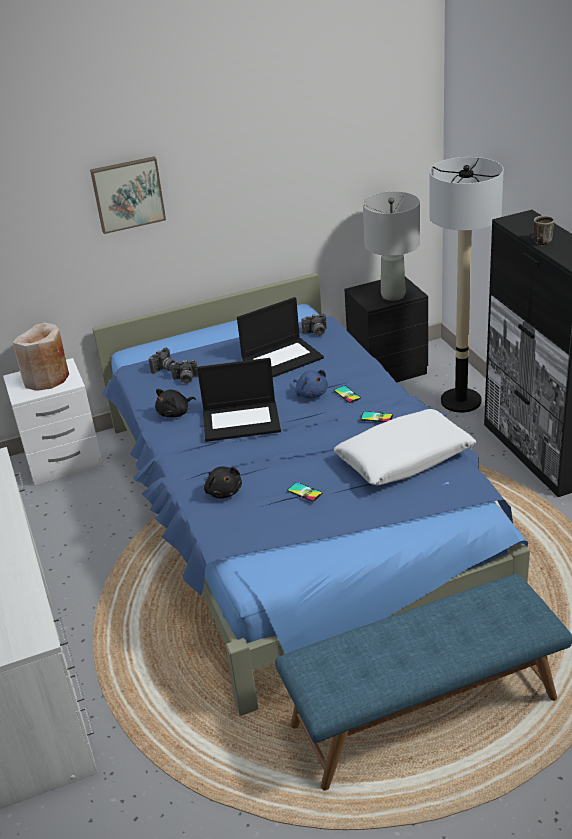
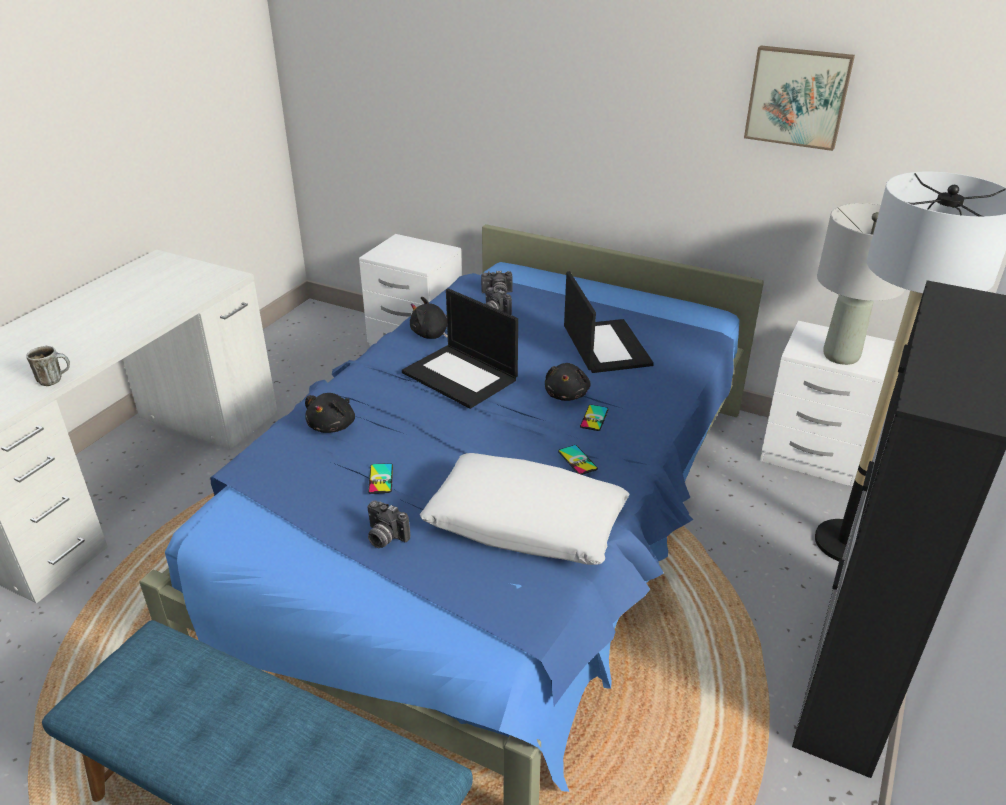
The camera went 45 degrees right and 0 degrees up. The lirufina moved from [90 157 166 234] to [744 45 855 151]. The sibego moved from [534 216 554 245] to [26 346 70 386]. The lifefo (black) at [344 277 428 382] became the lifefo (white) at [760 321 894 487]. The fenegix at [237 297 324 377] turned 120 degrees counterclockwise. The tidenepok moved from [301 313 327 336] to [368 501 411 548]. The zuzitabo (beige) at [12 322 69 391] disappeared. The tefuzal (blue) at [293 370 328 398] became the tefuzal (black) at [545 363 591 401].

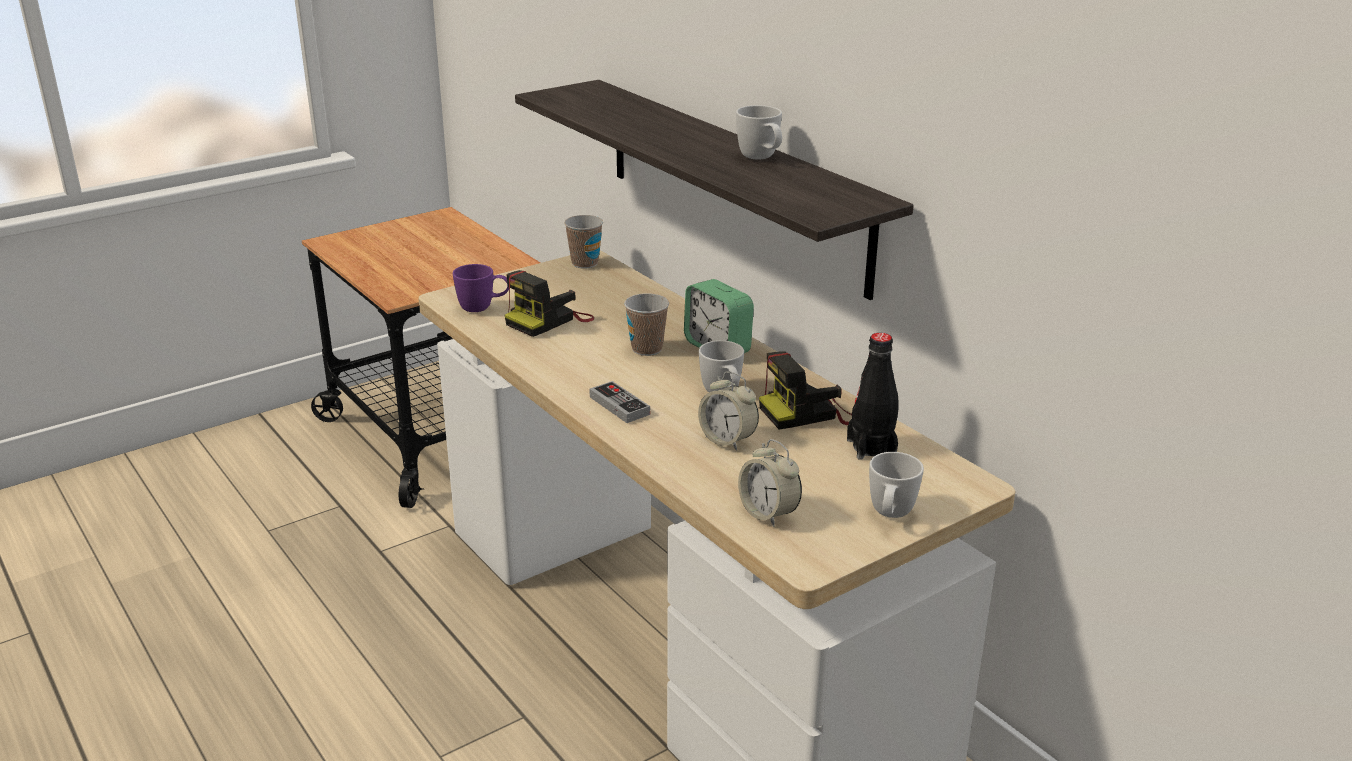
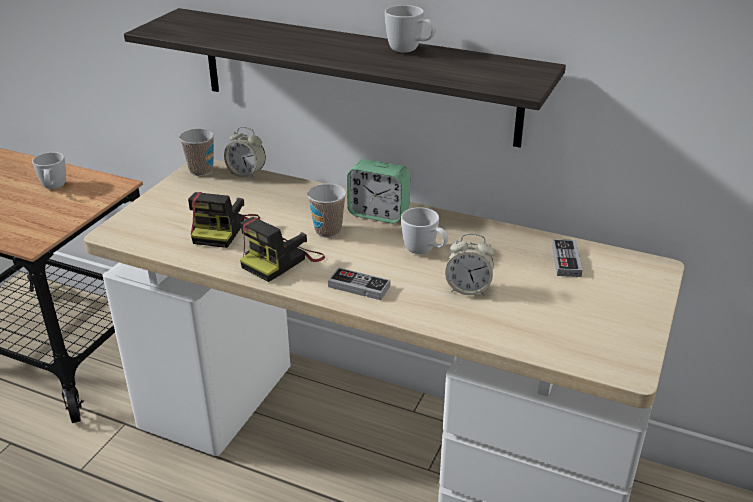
The camera went 30 degrees left and 5 degrees up. The sibego (purple) at [453 264 509 312] disappeared. The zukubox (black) at [847 333 899 460] was replaced by the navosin at [552 239 583 277]. The tidenepok moved from [759 351 852 430] to [240 217 325 282]. The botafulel moved from [738 439 802 527] to [224 127 266 179]. The sibego (white) moved from [869 452 924 518] to [32 152 66 189].

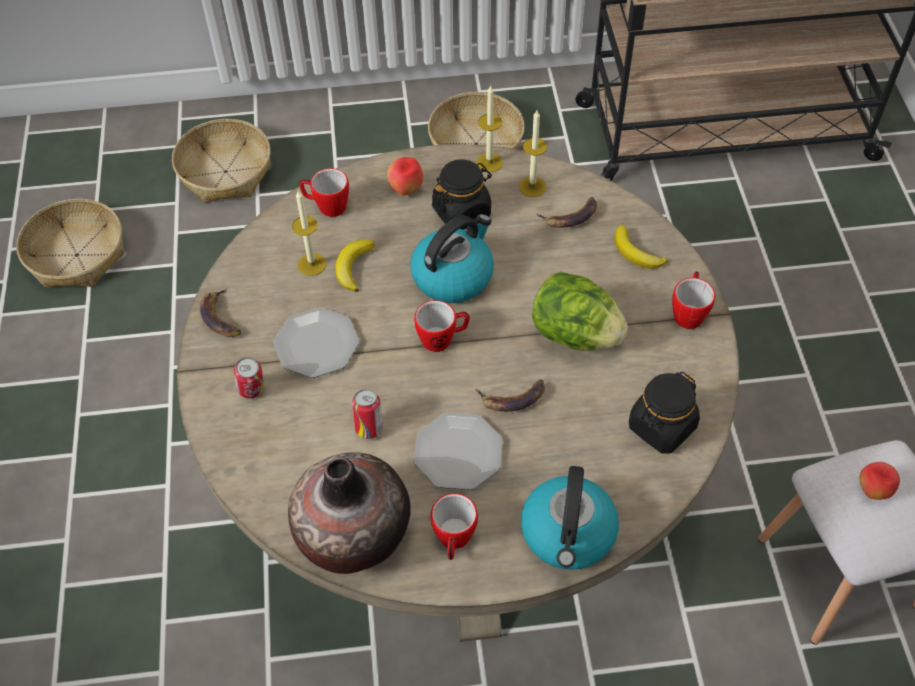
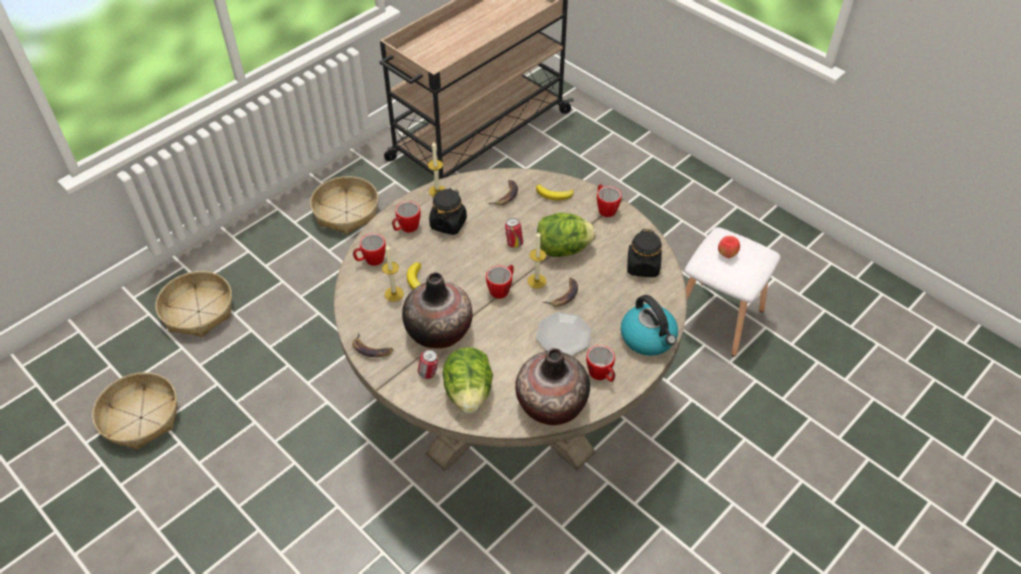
The camera went 40 degrees left and 5 degrees down. The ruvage moved from [519 111 547 197] to [527 232 546 289]. The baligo at [387 157 423 196] was replaced by the sibego at [392 201 421 233]. The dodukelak at [410 214 494 303] disappeared. The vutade at [273 307 359 378] was replaced by the zuzitabo at [402 273 472 349]. The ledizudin moved from [352 389 382 439] to [505 218 523 248]. The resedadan at [443 347 493 414] appeared.

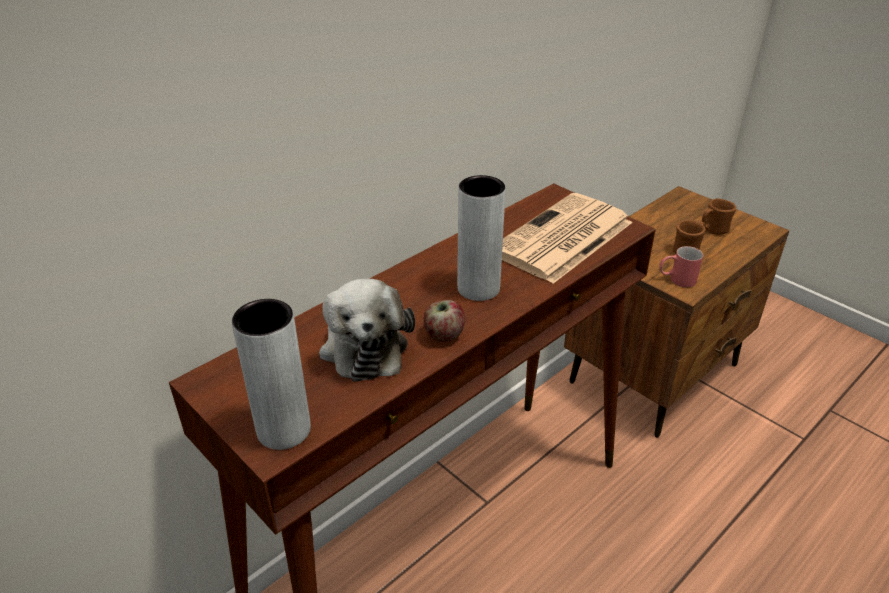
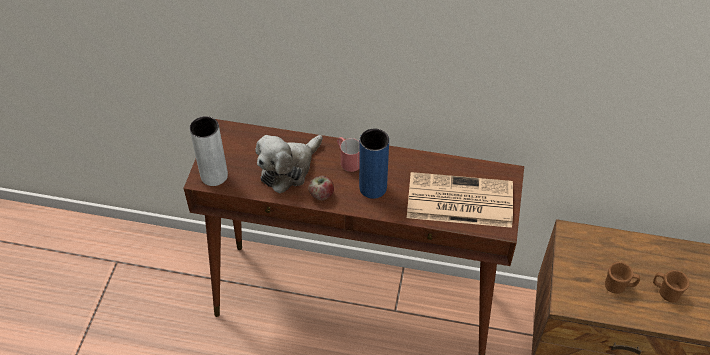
The camera went 55 degrees right and 15 degrees up. The zuzitabo (grey) at [457 175 506 301] became the zuzitabo (blue) at [359 129 389 199]. The sibego (red) moved from [660 246 703 287] to [337 137 360 172].

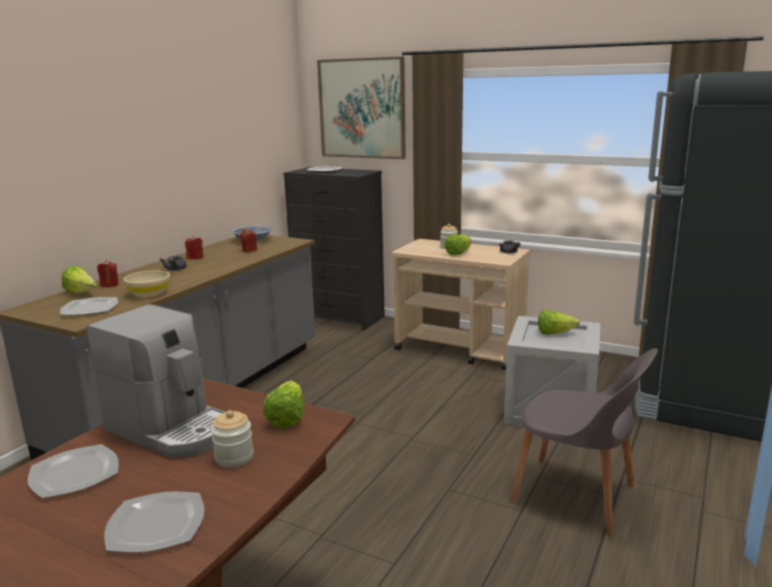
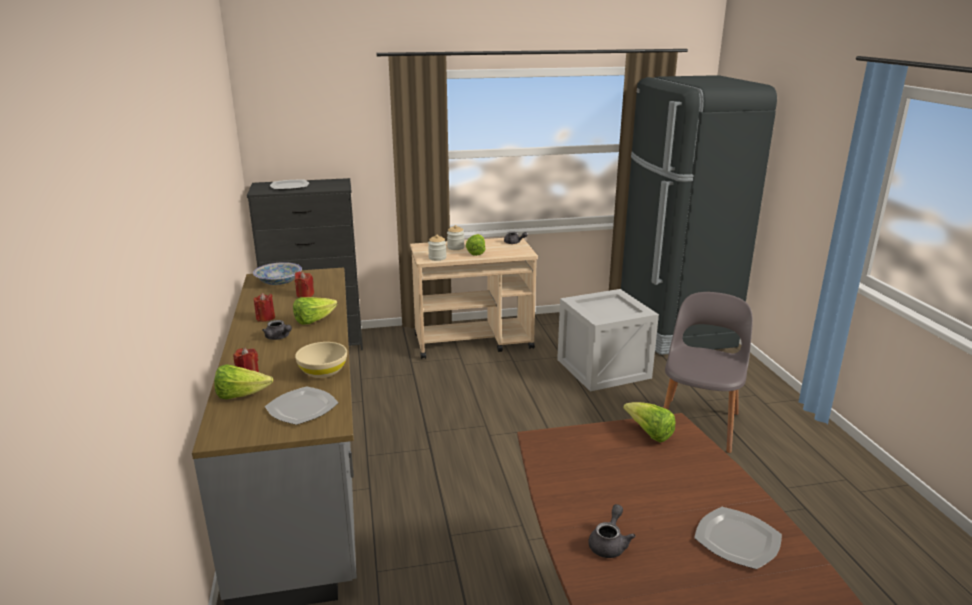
The camera went 40 degrees left and 5 degrees up. The lirufina at [317 57 406 159] disappeared. The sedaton at [87 304 225 458] disappeared. The resedadan moved from [538 310 580 335] to [293 297 338 325]. The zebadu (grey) at [510 348 658 535] turned 60 degrees counterclockwise. The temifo moved from [211 410 254 467] to [428 235 446 261]. The vutade at [28 444 119 498] was replaced by the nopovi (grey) at [589 504 636 558].

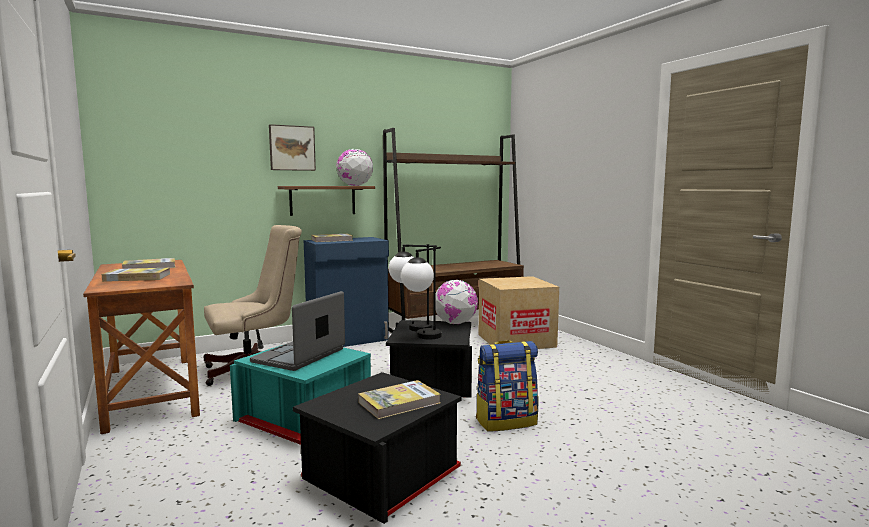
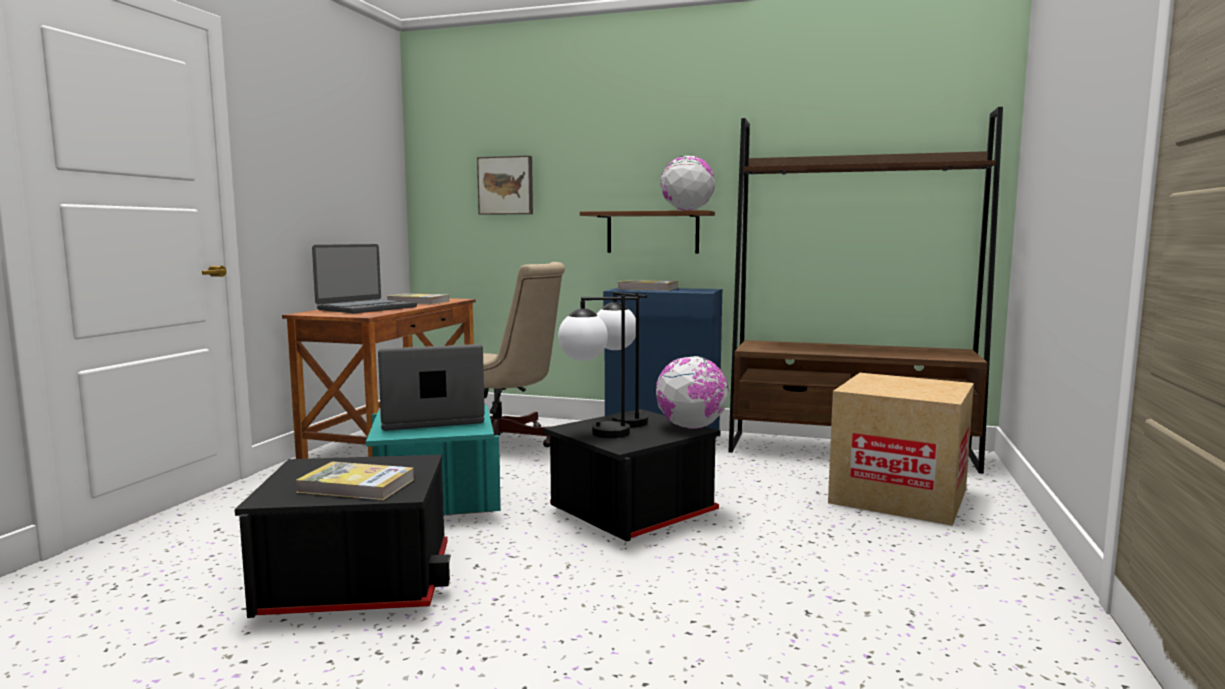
The camera went 45 degrees right and 0 degrees up. The lirufina moved from [269 124 316 171] to [477 156 533 215]. The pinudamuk at [102 268 170 282] was replaced by the fenegix at [312 244 417 313]. The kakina at [476 340 539 432] disappeared.

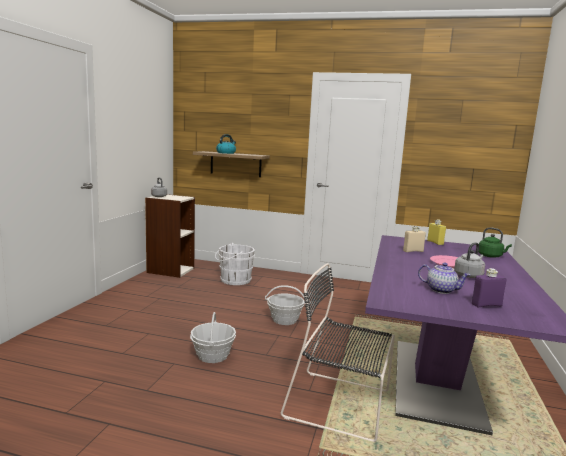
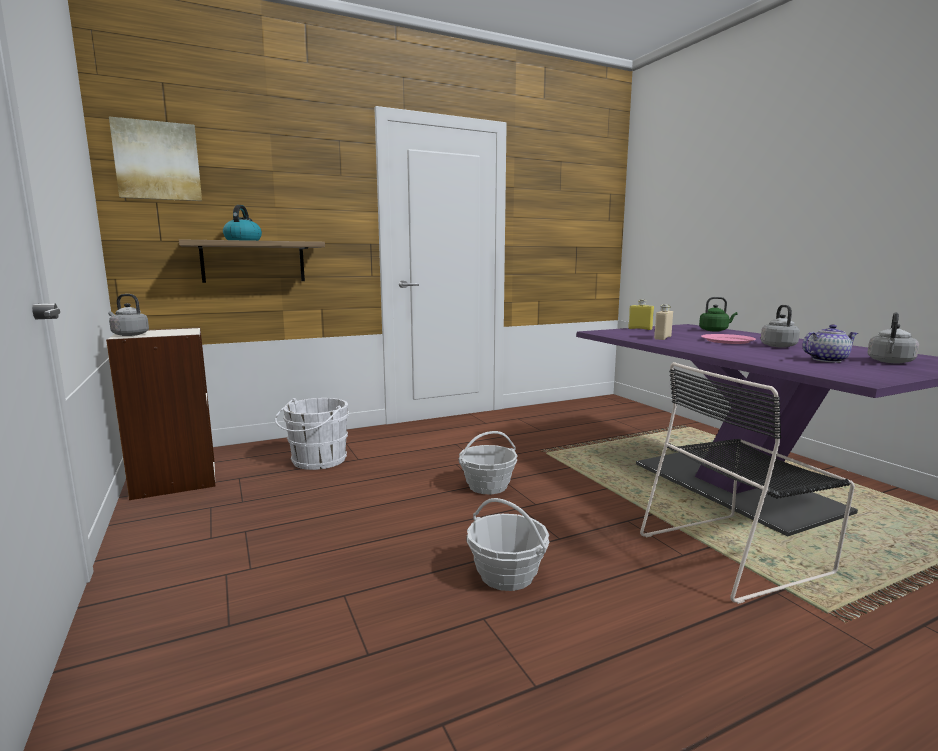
The camera went 40 degrees left and 0 degrees up. The zukubox (purple) at [472 268 506 308] was replaced by the dodukelak (grey) at [867 312 919 363]. The lirufina at [109 117 202 201] appeared.

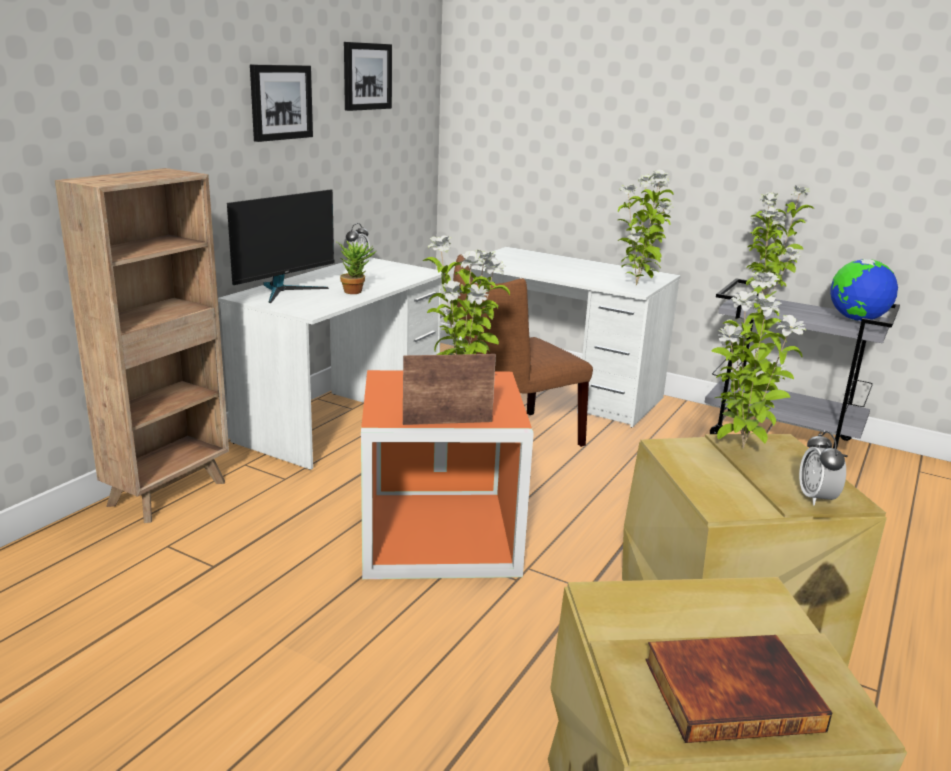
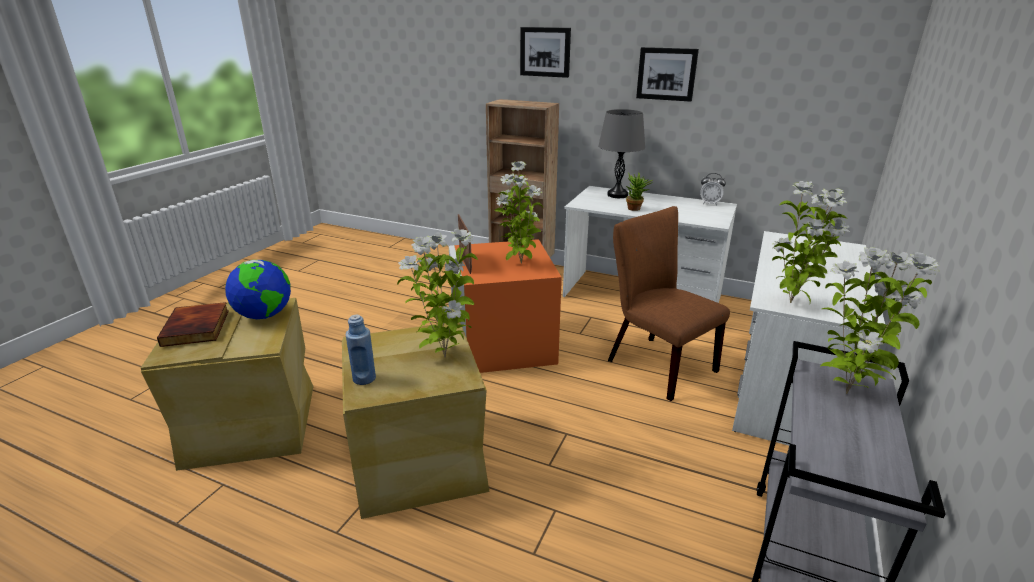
The camera went 85 degrees right and 5 degrees up. The lirufina moved from [344 42 392 111] to [520 27 571 78]. The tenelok at [227 189 335 303] was replaced by the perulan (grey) at [598 109 645 198]. The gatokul moved from [830 259 898 321] to [225 260 291 320]. The botafulel at [799 431 846 506] was replaced by the zukubox (blue) at [346 314 376 385].

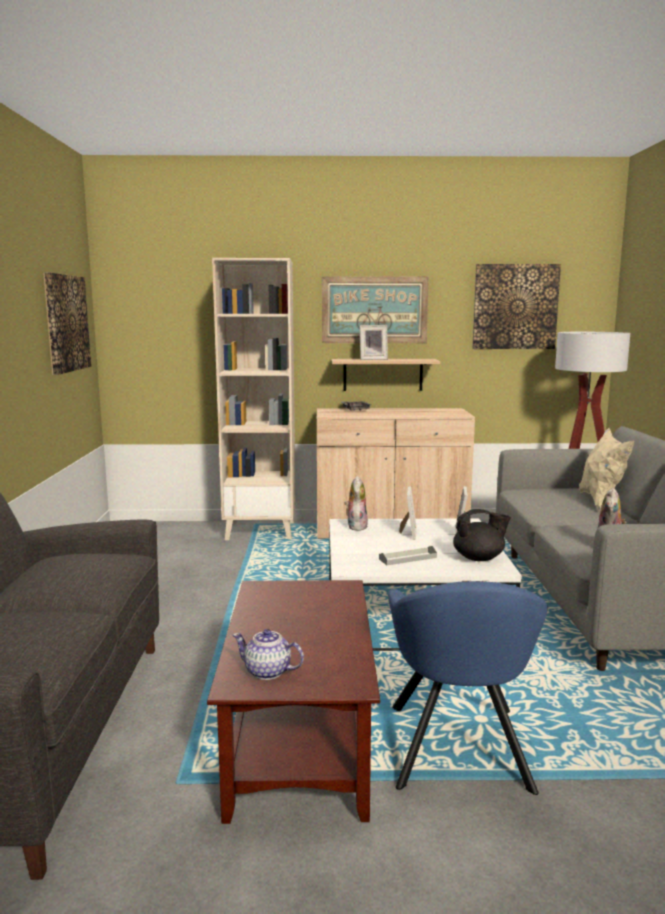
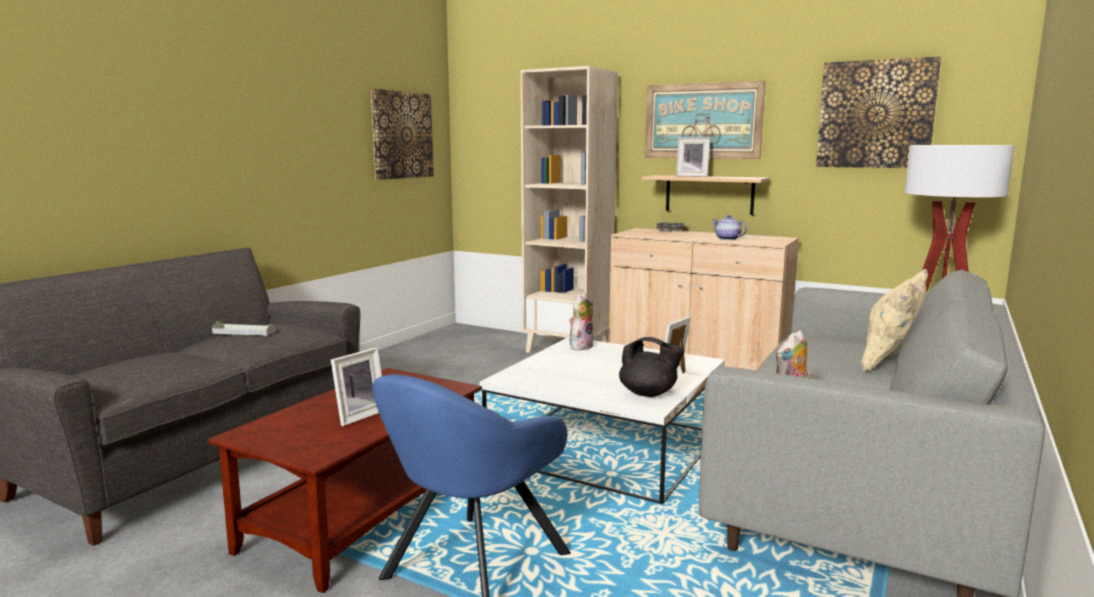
The camera went 30 degrees right and 0 degrees up. The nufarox moved from [399 486 416 540] to [331 347 382 426]. The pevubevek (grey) moved from [379 546 437 565] to [212 321 276 336]. The nopovi moved from [233 629 304 680] to [712 215 747 240].

